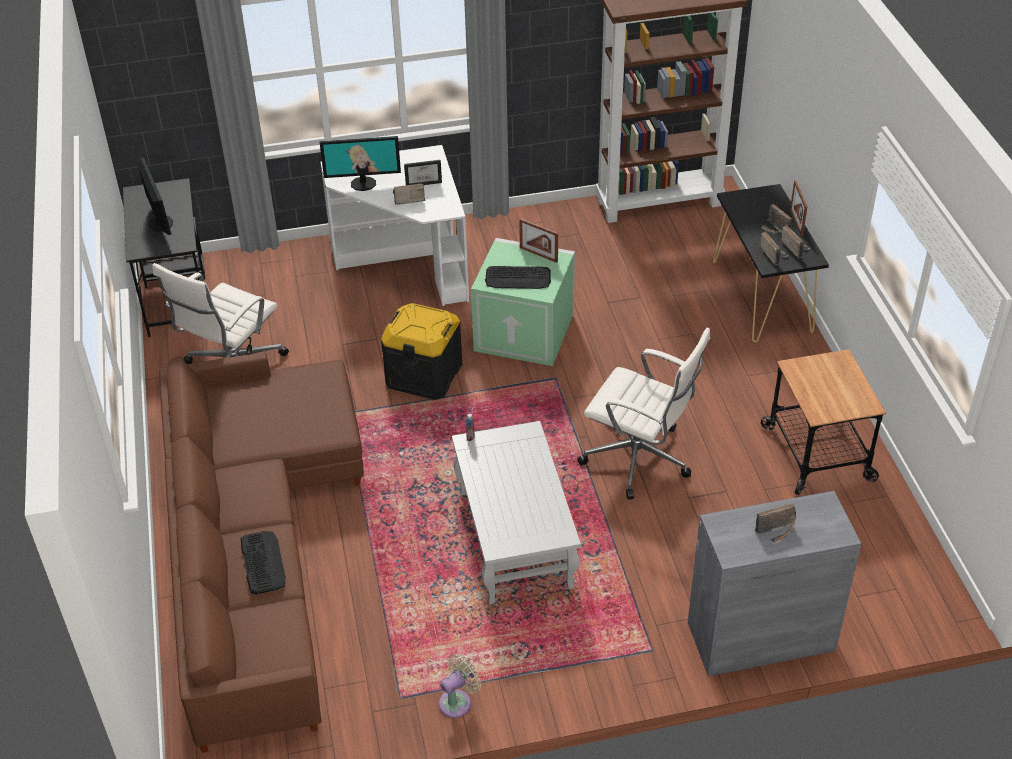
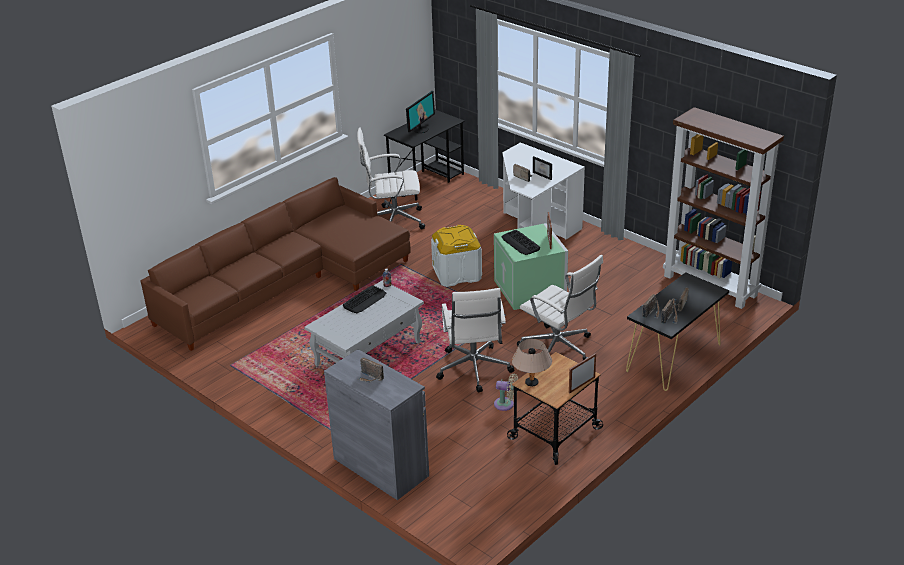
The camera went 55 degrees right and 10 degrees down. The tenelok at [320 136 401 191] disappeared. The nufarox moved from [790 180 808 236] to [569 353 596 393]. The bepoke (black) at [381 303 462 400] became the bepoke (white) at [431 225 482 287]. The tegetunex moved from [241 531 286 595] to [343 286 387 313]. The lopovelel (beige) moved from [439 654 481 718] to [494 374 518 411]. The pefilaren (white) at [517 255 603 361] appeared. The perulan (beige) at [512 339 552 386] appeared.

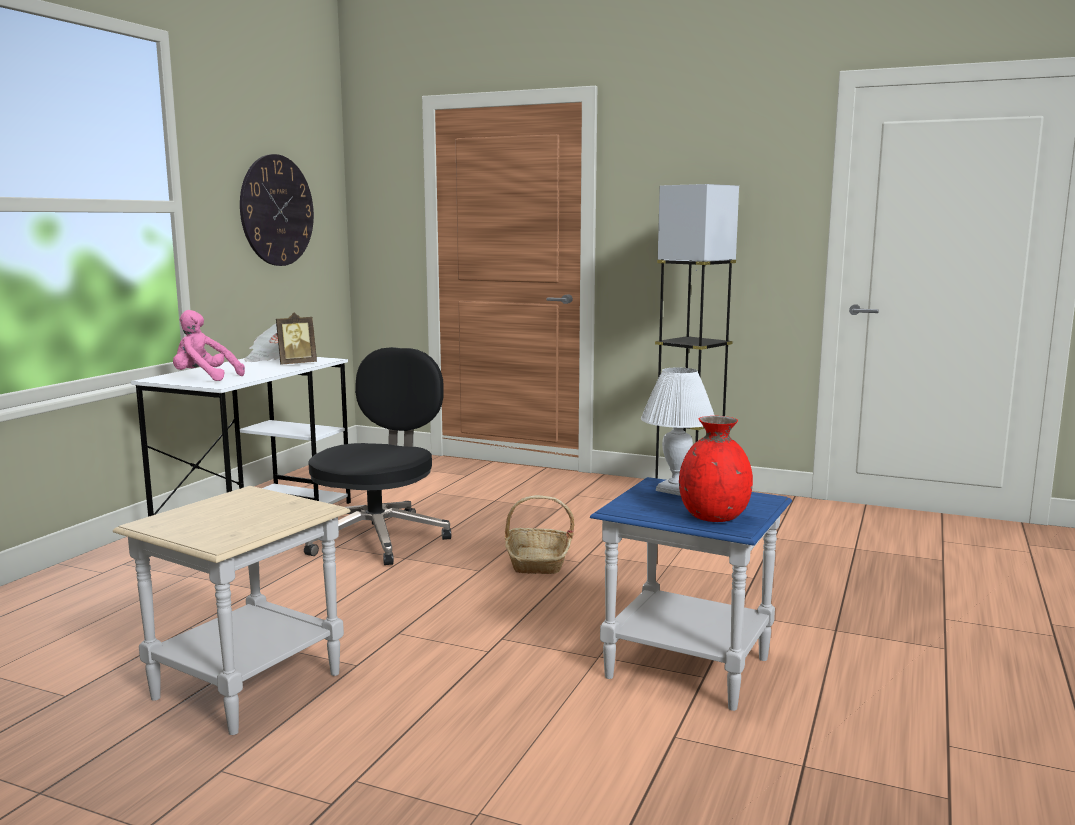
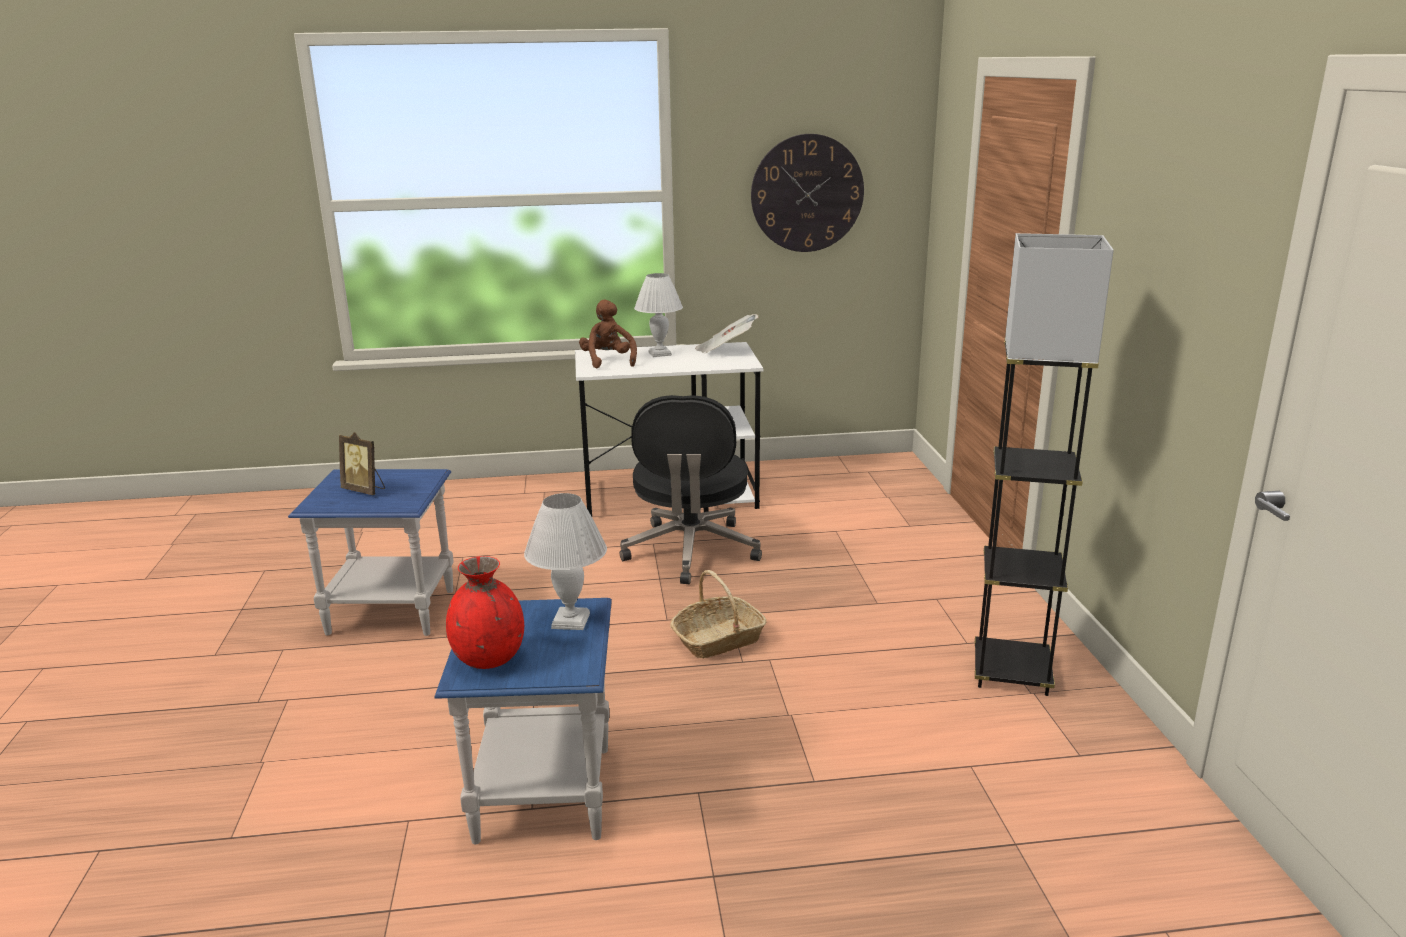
The camera went 60 degrees right and 10 degrees up. The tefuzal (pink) at [173 310 245 381] became the tefuzal (brown) at [579 300 637 368]. The nufarox moved from [276 313 317 365] to [339 432 385 495]. The pefilaren (black) at [304 347 451 565] turned 105 degrees clockwise. The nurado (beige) at [113 486 351 735] became the nurado (blue) at [288 469 454 636]. The perulan (white) at [634 273 683 357] appeared.

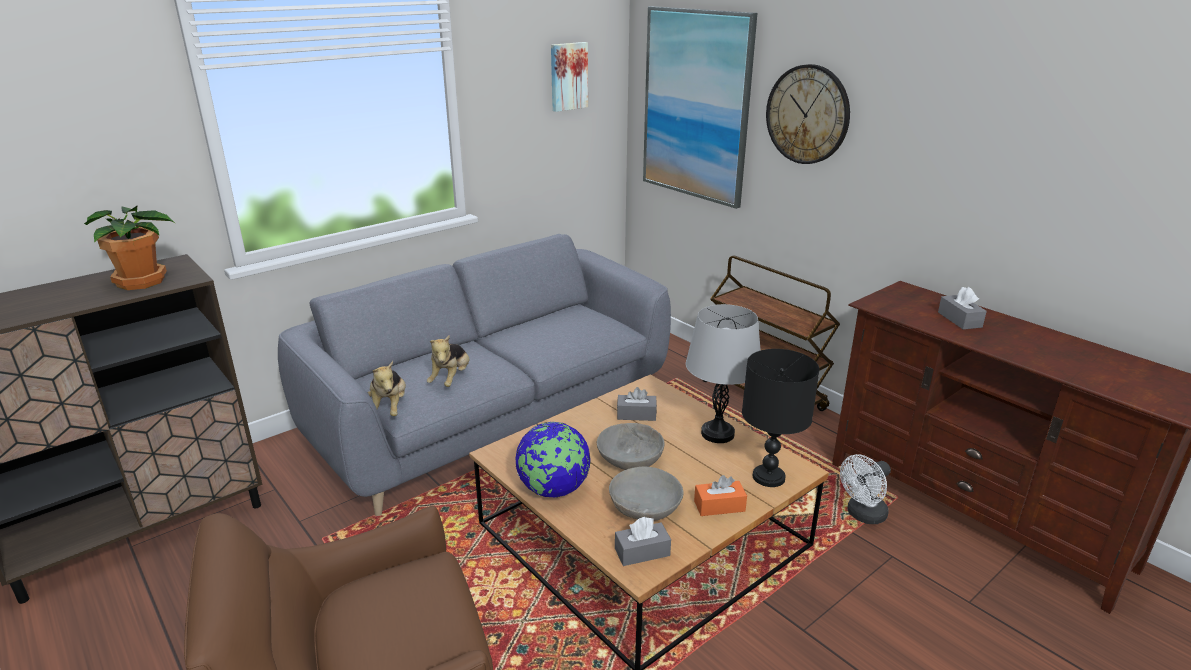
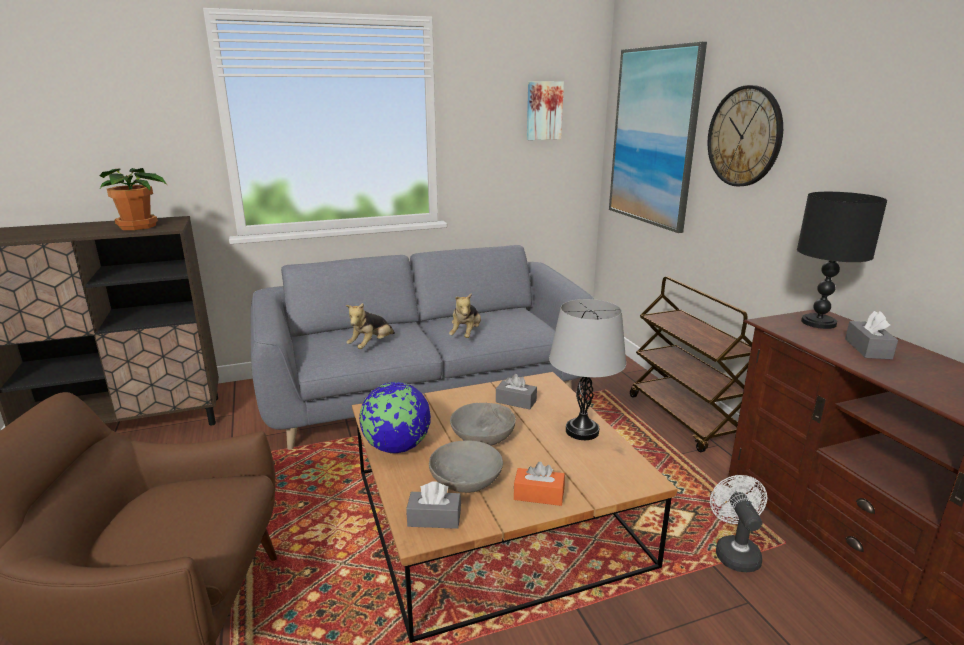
The camera went 20 degrees right and 5 degrees down. The perulan (black) moved from [742 349 820 487] to [797 192 887 329]. The tefuzal moved from [368 361 406 416] to [449 293 481 338]. The lopovelel (white) at [840 454 891 524] turned 105 degrees clockwise.

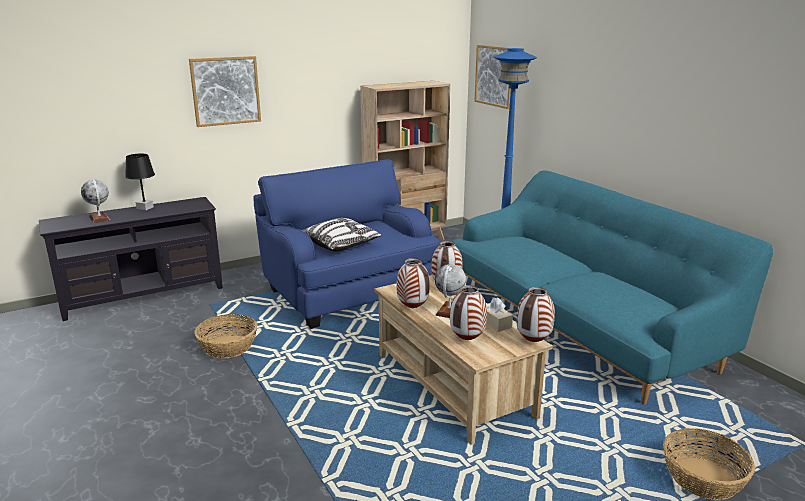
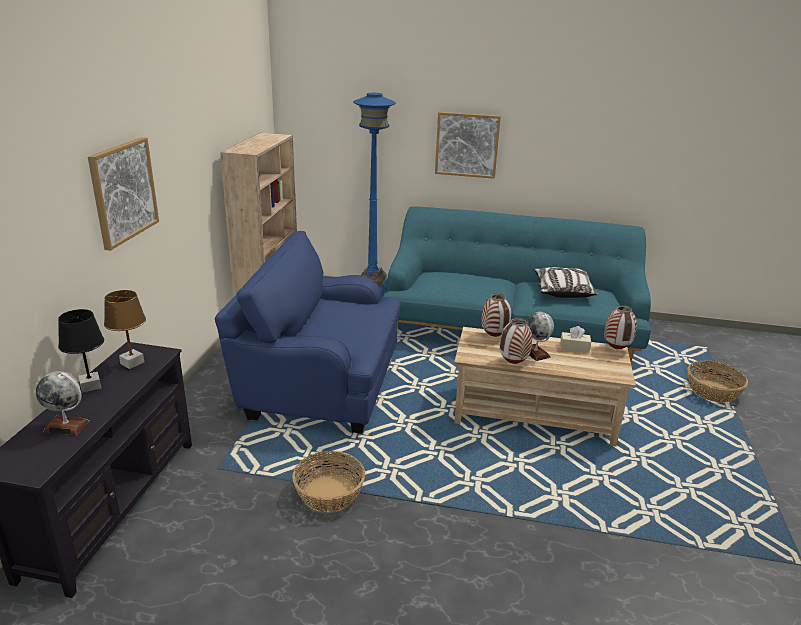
The camera went 50 degrees left and 5 degrees up. The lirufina moved from [475 45 511 109] to [435 112 501 179]. The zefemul moved from [302 218 382 252] to [534 267 599 298]. The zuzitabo at [450 285 487 340] disappeared. The perulan (brown) at [104 290 146 369] appeared.

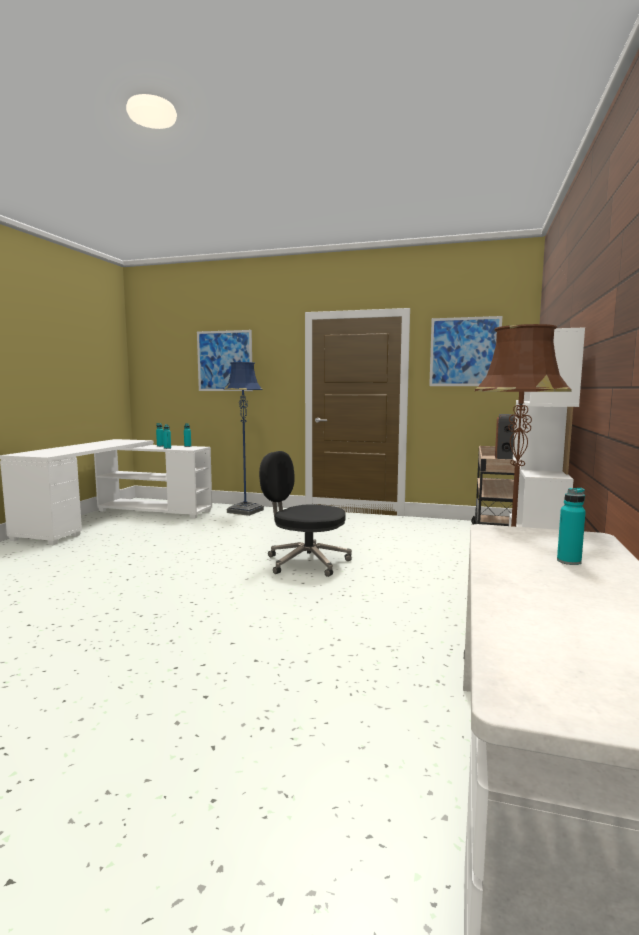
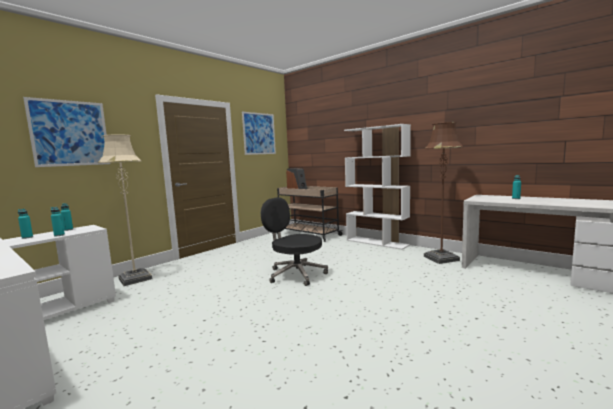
The camera went 65 degrees left and 0 degrees up. The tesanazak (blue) at [223 362 264 516] became the tesanazak (beige) at [98 134 152 286]. The pefilaren (black) at [259 451 352 577] turned 75 degrees clockwise.

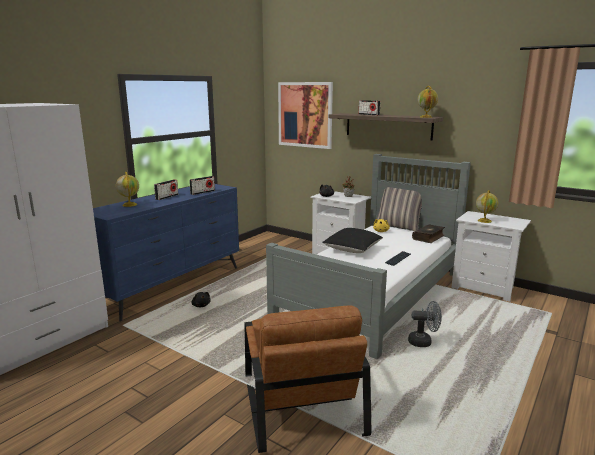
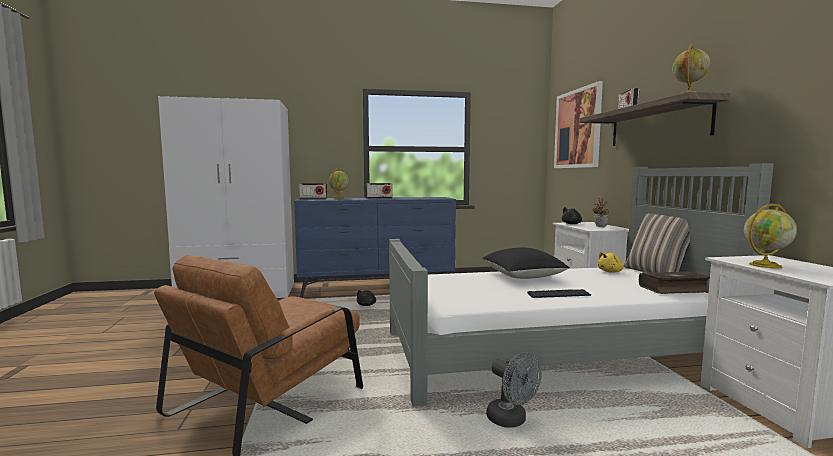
The camera went 45 degrees right and 10 degrees down. The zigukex moved from [189 176 215 195] to [299 184 327 199].

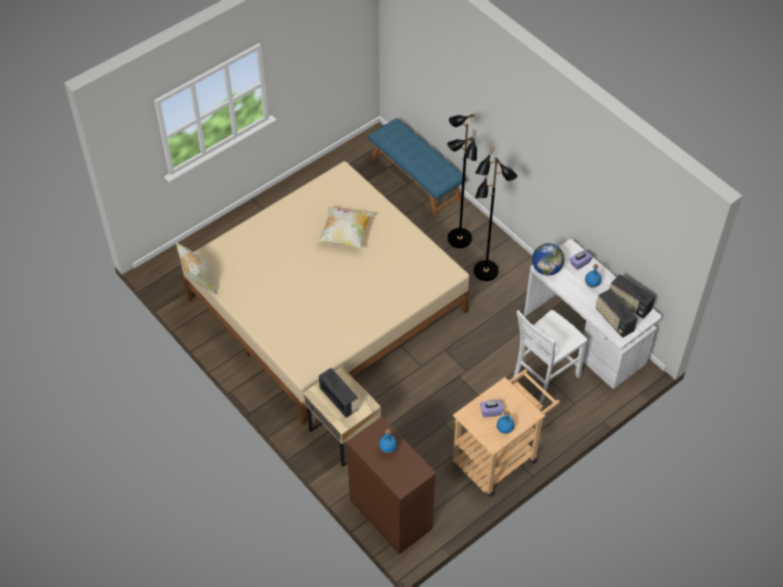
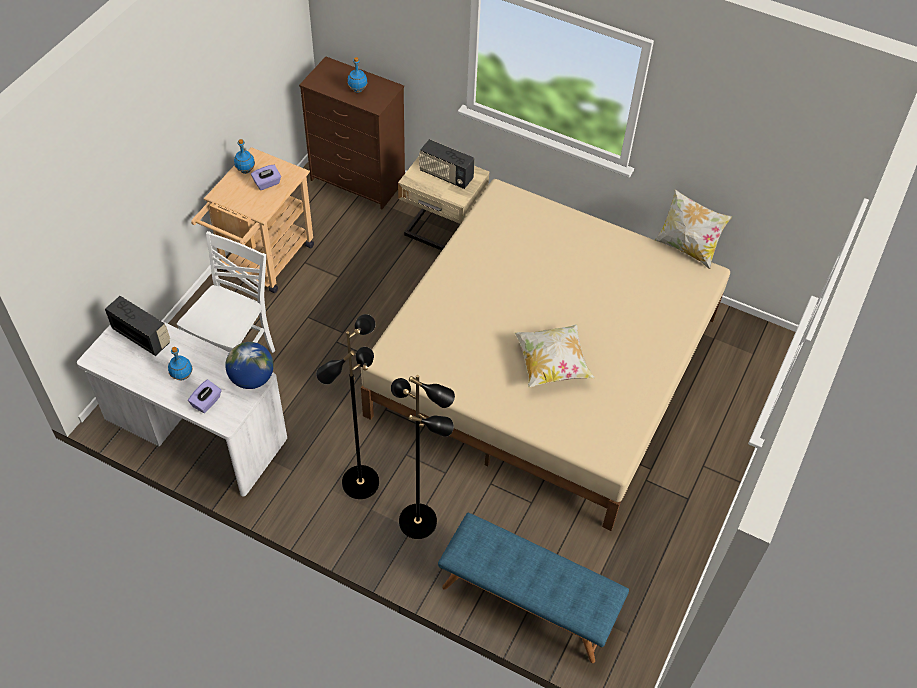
The camera went 155 degrees right and 0 degrees up. The zigukex at [609 274 656 319] disappeared.

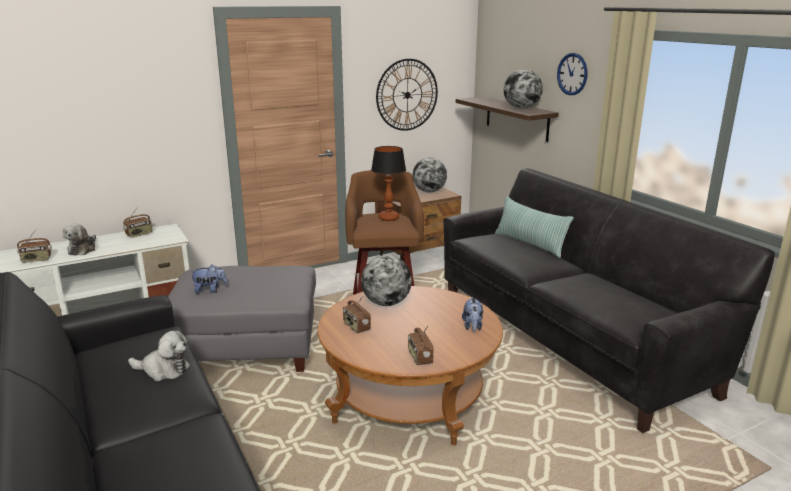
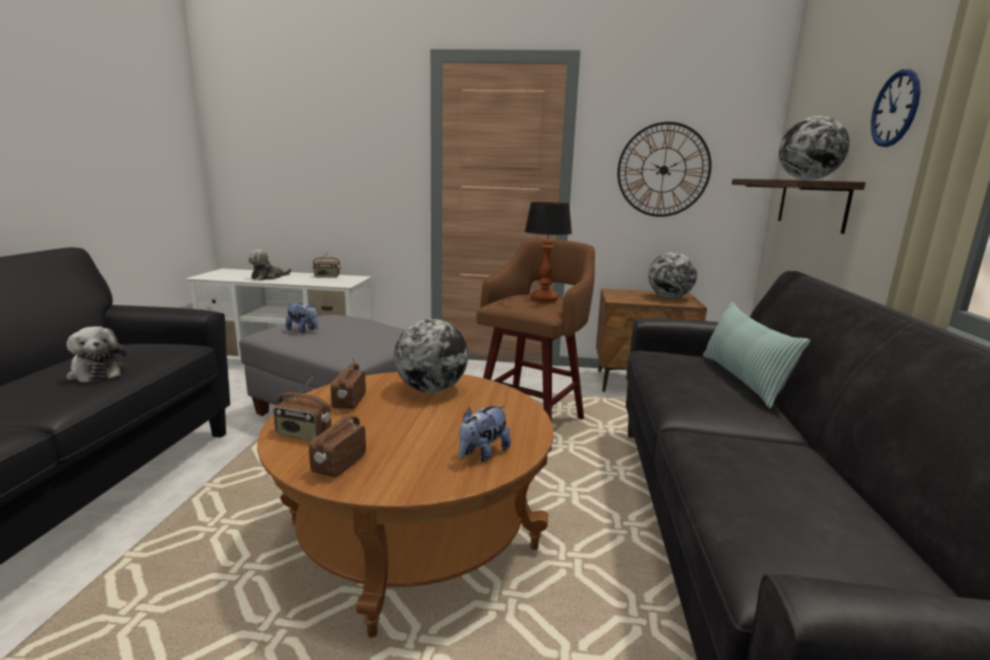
The camera went 35 degrees right and 5 degrees down. The zigukex moved from [17 230 52 262] to [273 377 331 440].

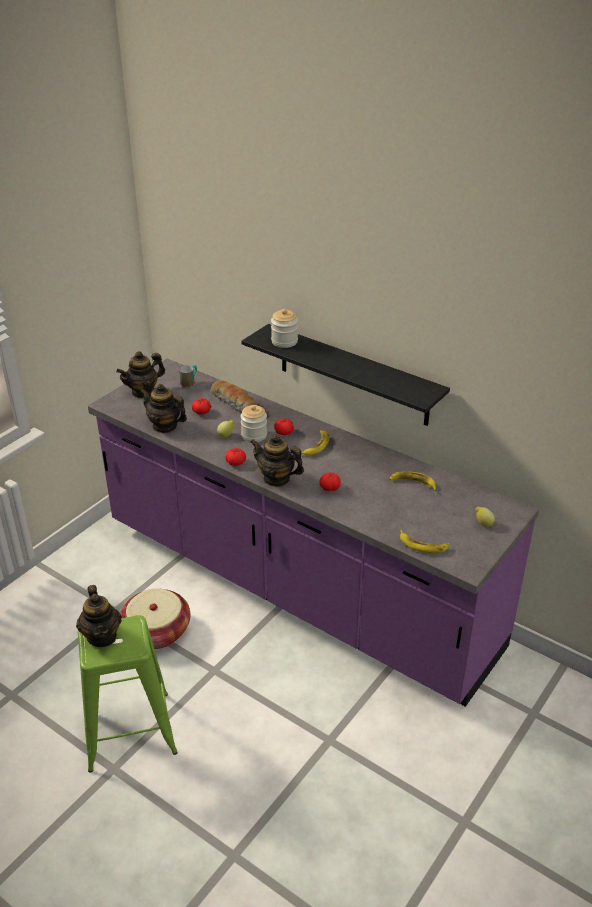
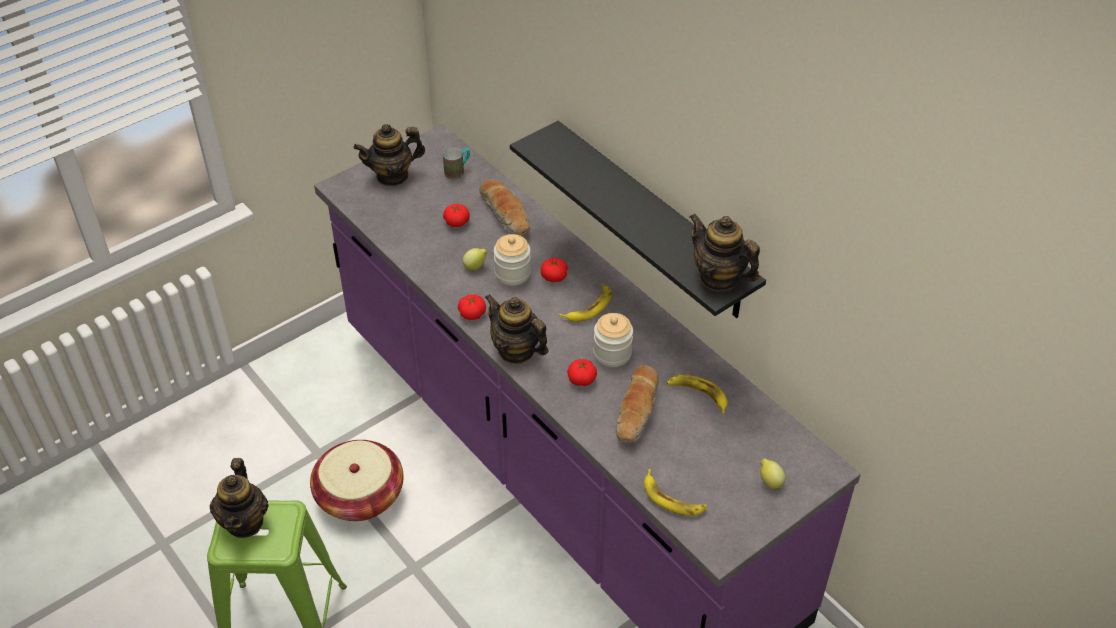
The camera went 15 degrees right and 10 degrees up. The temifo moved from [271 309 298 348] to [593 313 633 367]. The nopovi moved from [140 384 187 433] to [690 214 760 291]. The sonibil at [616 365 659 443] appeared.

